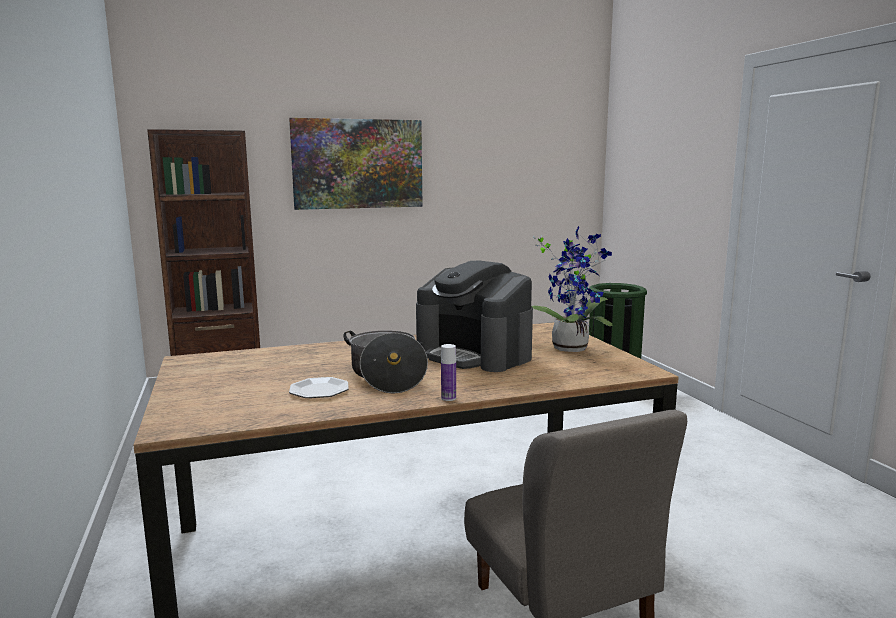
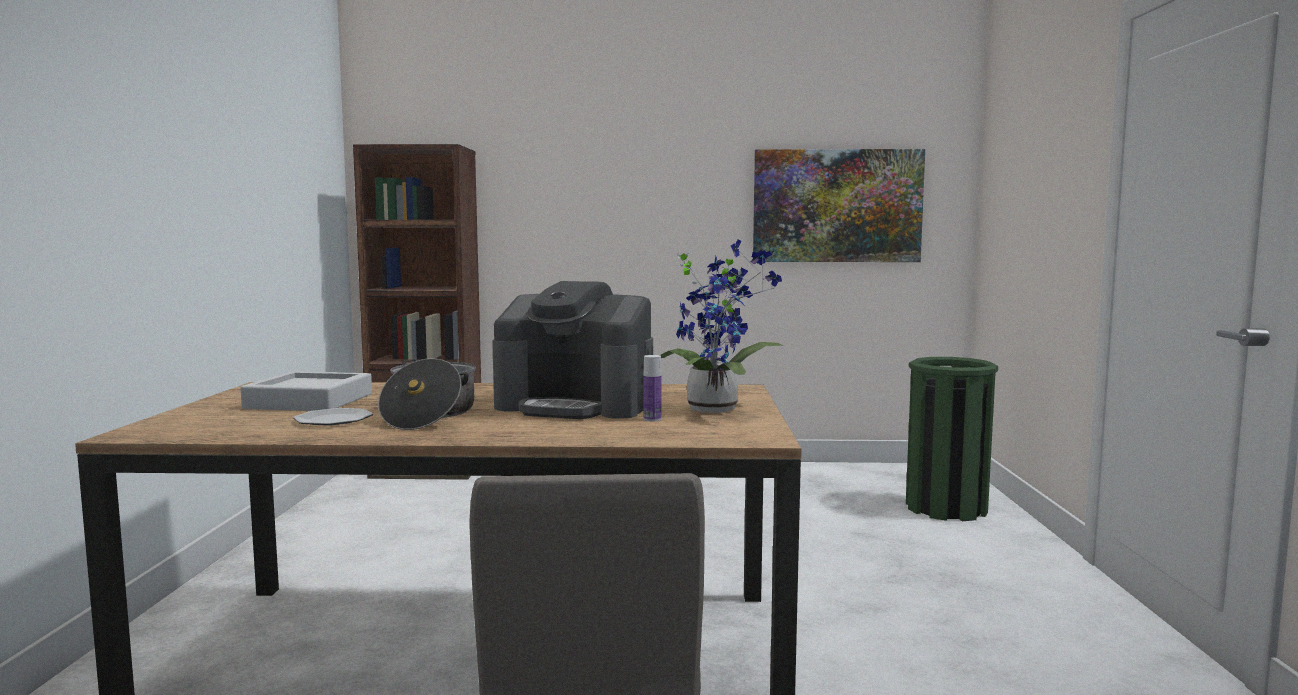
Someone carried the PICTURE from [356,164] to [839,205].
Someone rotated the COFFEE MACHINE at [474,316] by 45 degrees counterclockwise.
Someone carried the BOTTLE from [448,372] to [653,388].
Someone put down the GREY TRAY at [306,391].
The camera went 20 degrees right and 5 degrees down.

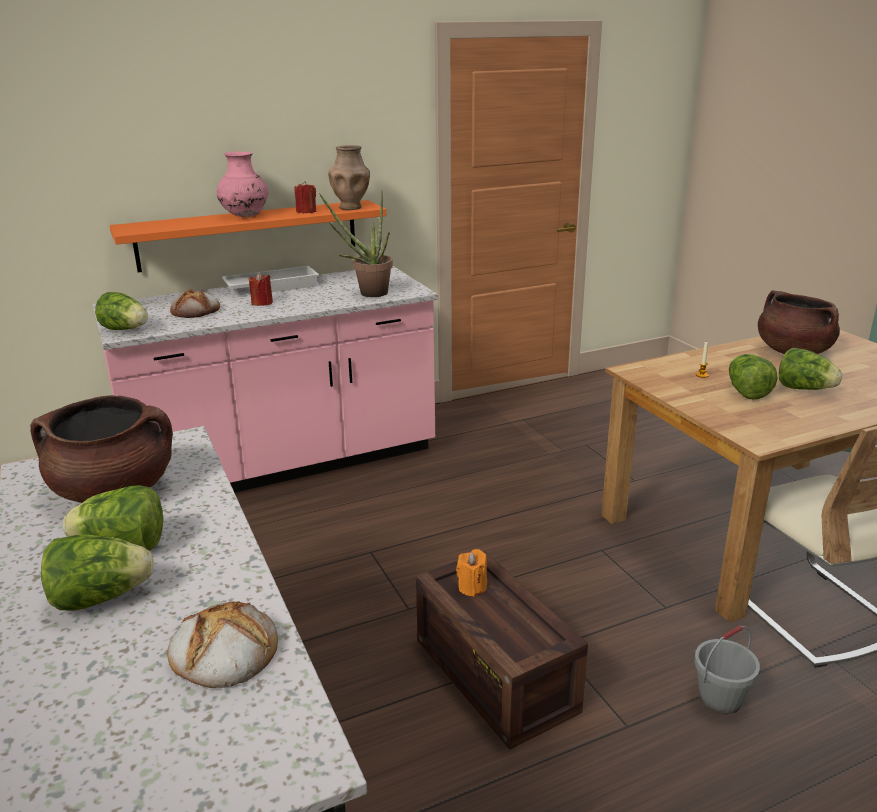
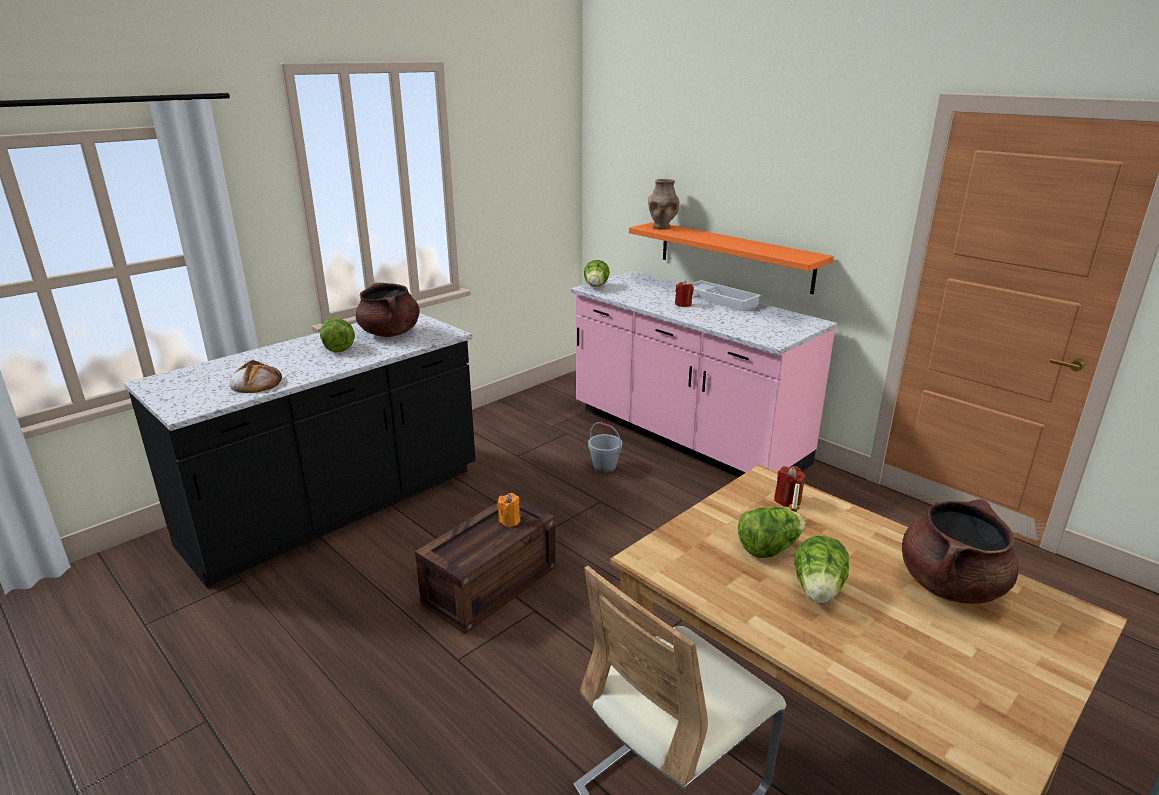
Someone took away the LETTUCE at [97,572].
Someone took away the BREAD at [195,303].
Someone took away the PINK VASE at [242,184].
Someone carried the RED CANDLE from [305,197] to [790,486].
Someone took away the POTTED PLANT at [356,244].
Someone carried the BROWN VASE from [349,177] to [663,204].
Someone carried the GREY BUCKET from [727,670] to [605,447].
The camera went 70 degrees right and 0 degrees up.

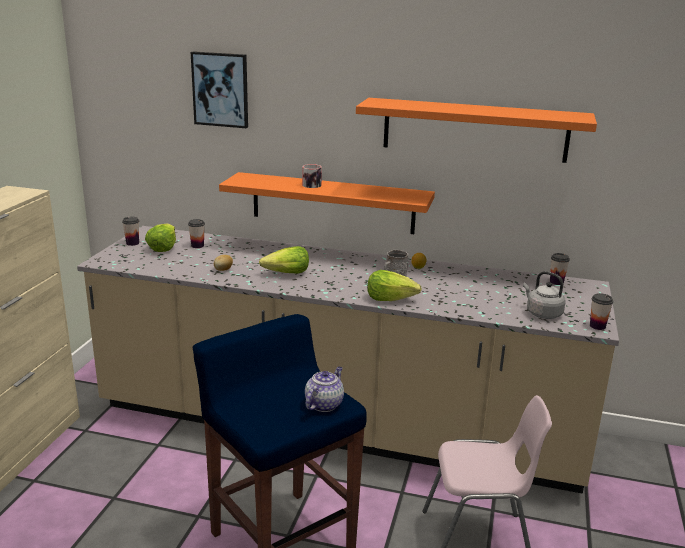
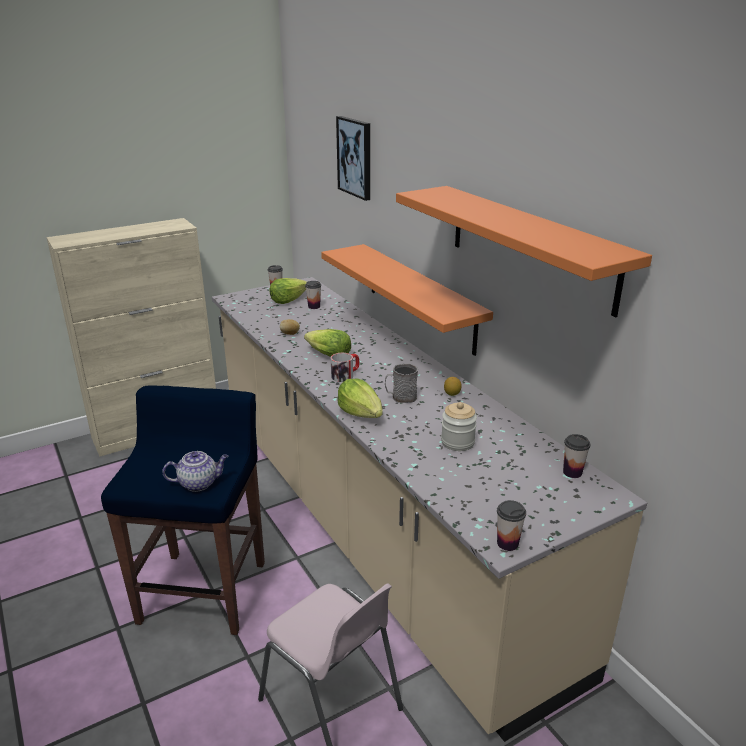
Someone carried the MUG from [312,176] to [345,367].
Someone took away the GREY KETTLE at [544,295].
Someone put down the JAR at [459,426].
The camera went 45 degrees right and 5 degrees up.

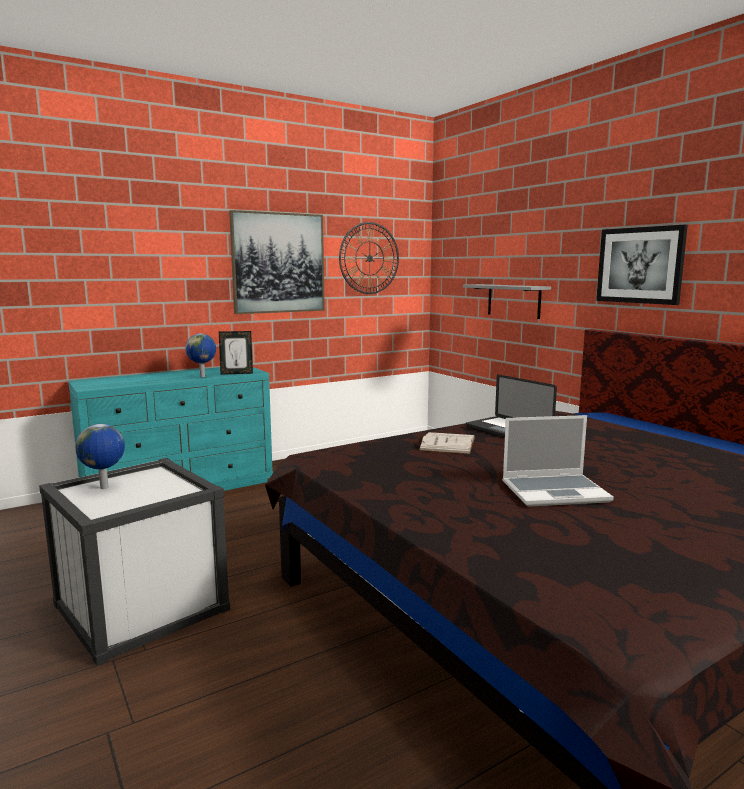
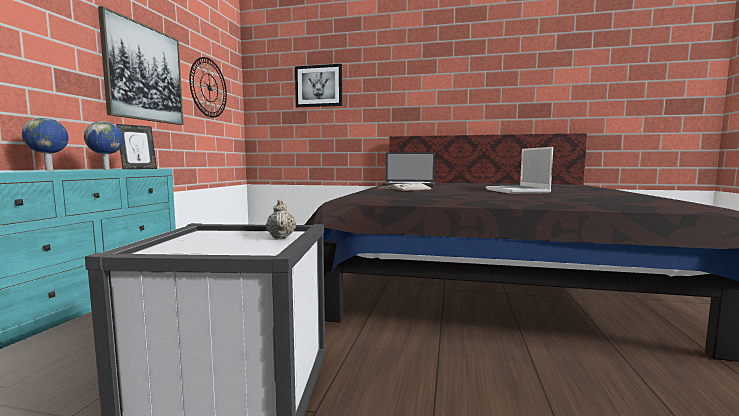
Someone carried the GLOBE from [100,456] to [45,143].
Someone took away the GREY SHELF at [507,301].
Someone rotated the LAPTOP at [558,461] by 135 degrees clockwise.
Someone carried the PICTURE from [642,265] to [318,85].
Someone put down the BEIGE TEAPOT at [281,219].
The camera went 45 degrees left and 5 degrees down.

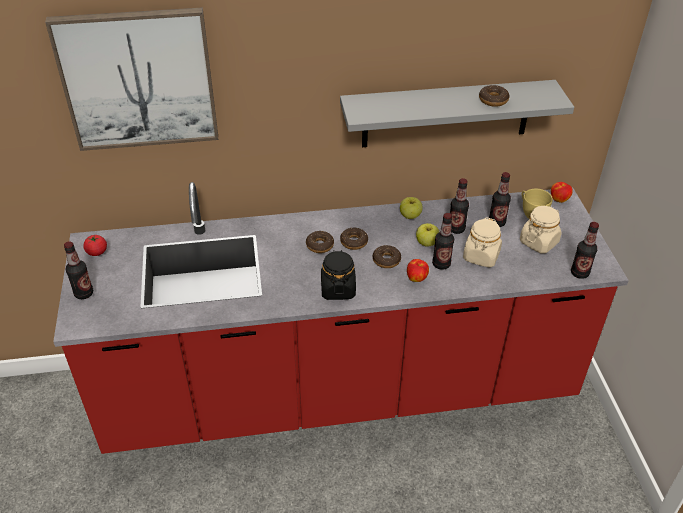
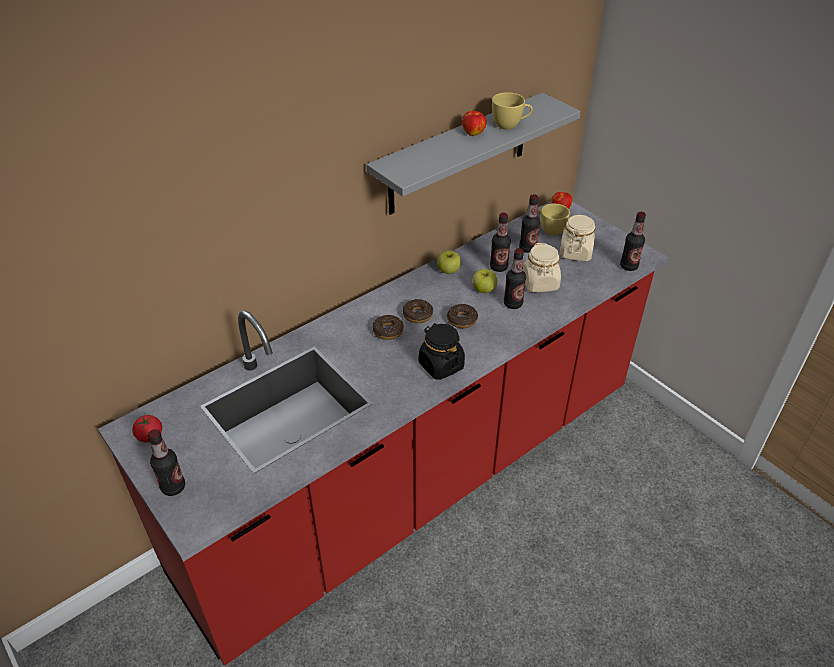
Someone took away the PICTURE at [131,79].
Someone carried the APPLE from [418,270] to [474,123].
Someone swapped the DONUT at [494,96] for the YELLOW CUP at [512,111].
The camera went 30 degrees left and 0 degrees up.

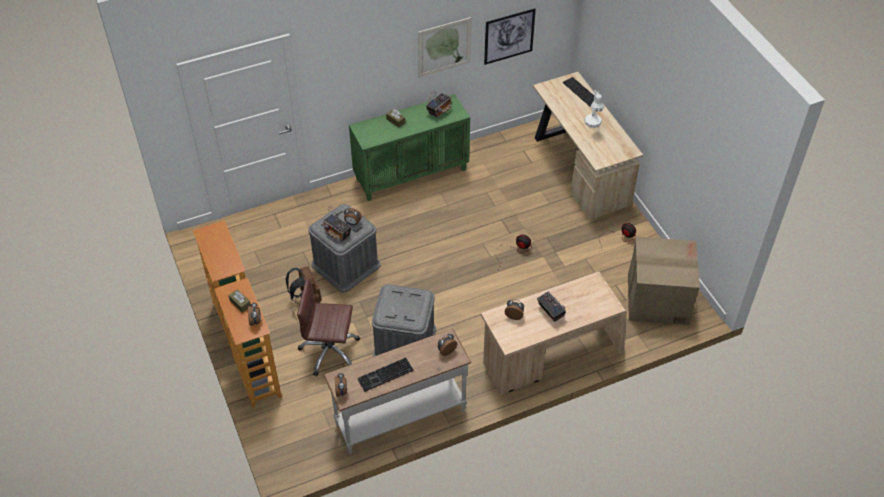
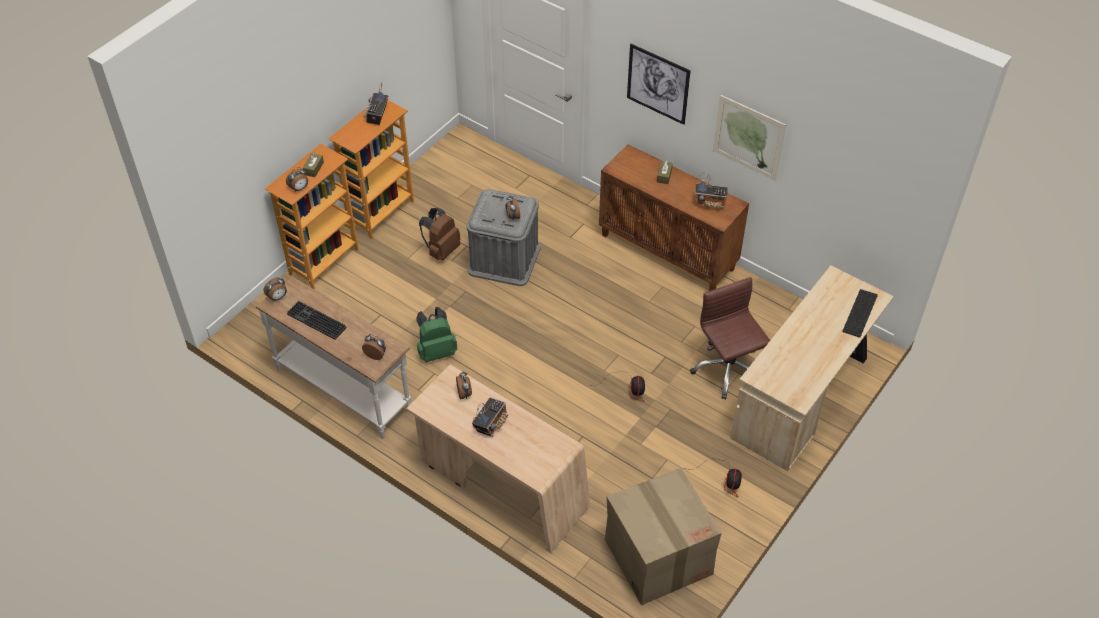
Someone carried the BROWN OFFICE CHAIR from [328,327] to [730,338].
Someone carried the RADIO from [337,223] to [376,103].
Someone repainted the GREEN CABINET at [409,147], which became the BROWN CABINET at [674,217].
Someone swapped the GREY STORAGE BOX at [404,321] for the GREEN BACKPACK at [436,334].
Someone carried the PICTURE from [510,36] to [659,84].
Someone took away the WHITE TABLE LAMP at [594,109].
The camera went 60 degrees right and 0 degrees up.

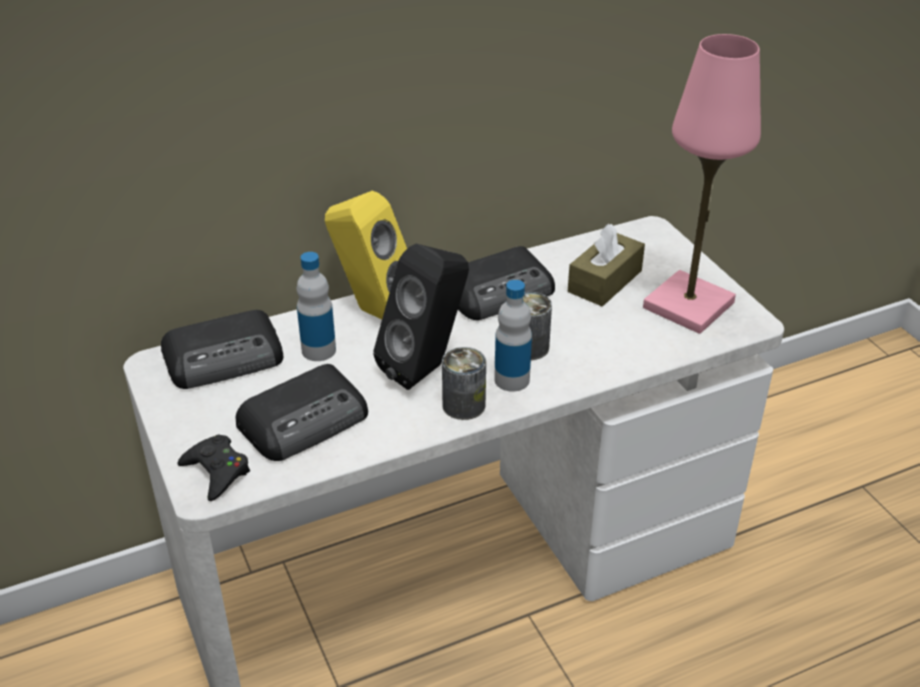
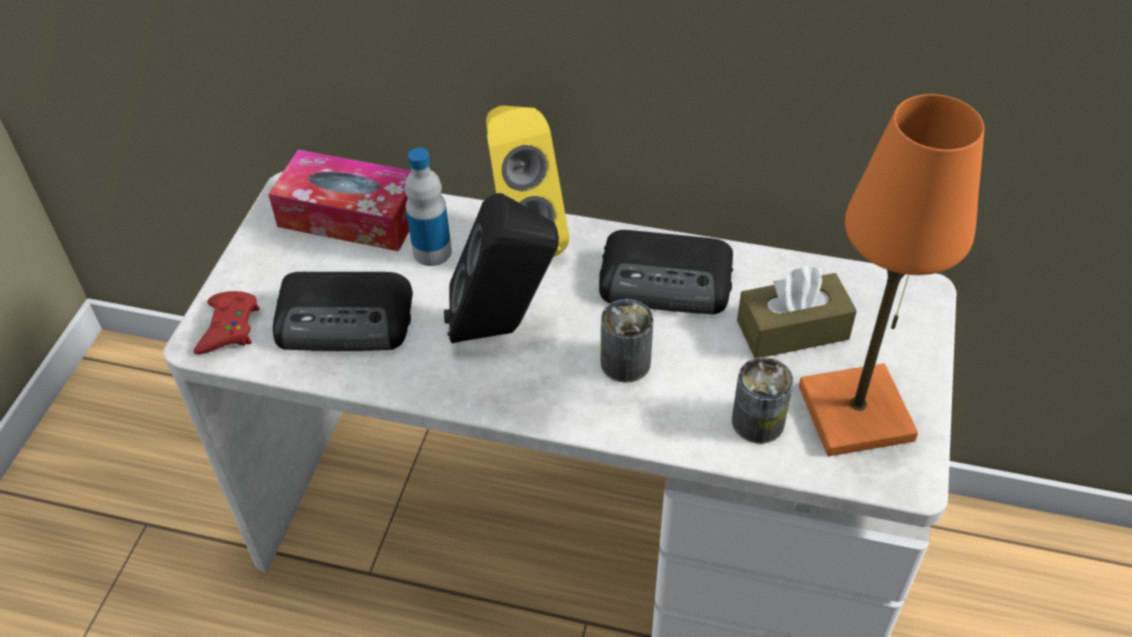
Someone swapped the RADIO at [222,349] for the TISSUE BOX at [340,200].
Someone repainted the BLACK GAME CONTROLLER at [213,468], which became the RED GAME CONTROLLER at [227,322].
Someone carried the CAN from [464,383] to [763,400].
Someone took away the BOTTLE at [513,336].
Someone repainted the PINK TABLE LAMP at [702,184], which became the ORANGE TABLE LAMP at [891,275].
The camera went 40 degrees right and 10 degrees up.

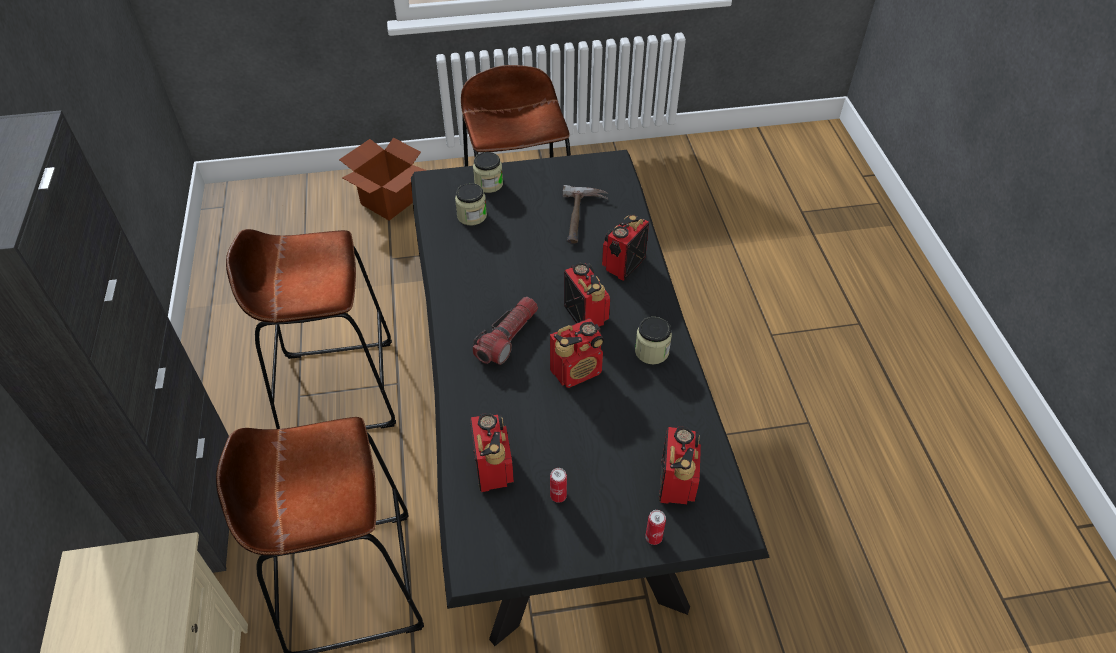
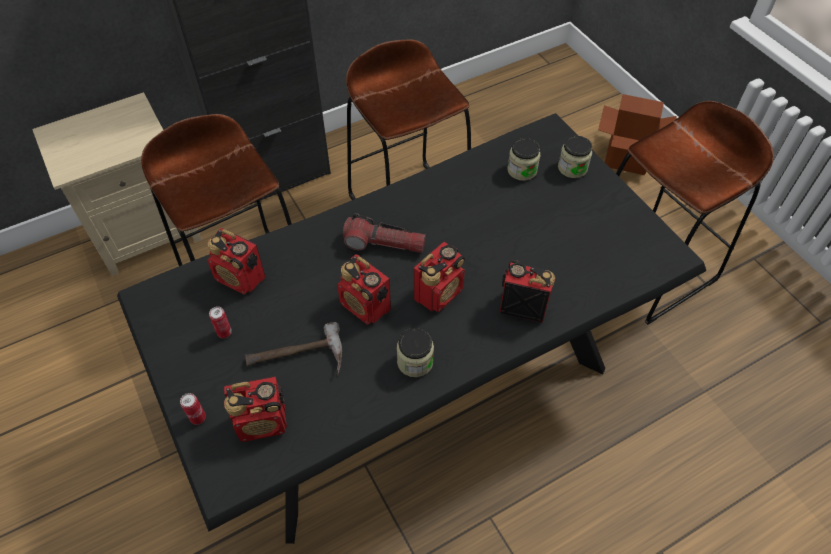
Someone rotated the RADIO at [492,452] by 60 degrees clockwise.
Someone carried the HAMMER from [585,214] to [293,349].
The camera went 70 degrees right and 5 degrees up.

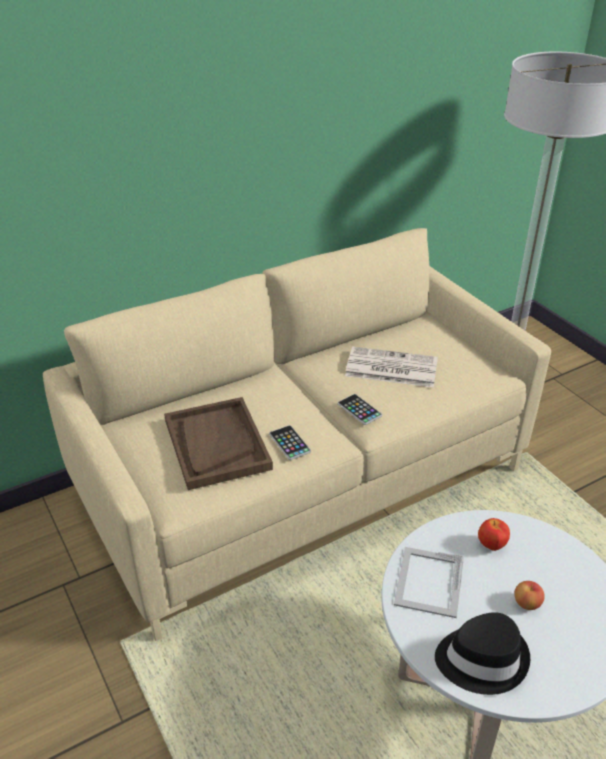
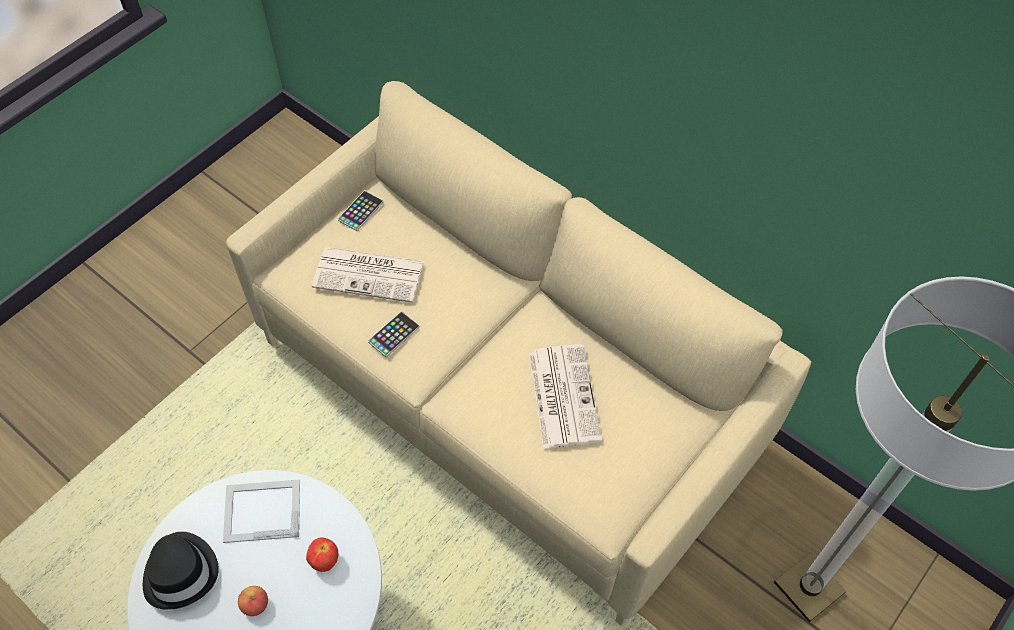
Someone swapped the BROWN TRAY at [218,443] for the NEWSPAPER at [368,275].
Someone carried the PHONE from [360,409] to [360,211].
The camera went 70 degrees right and 20 degrees up.

